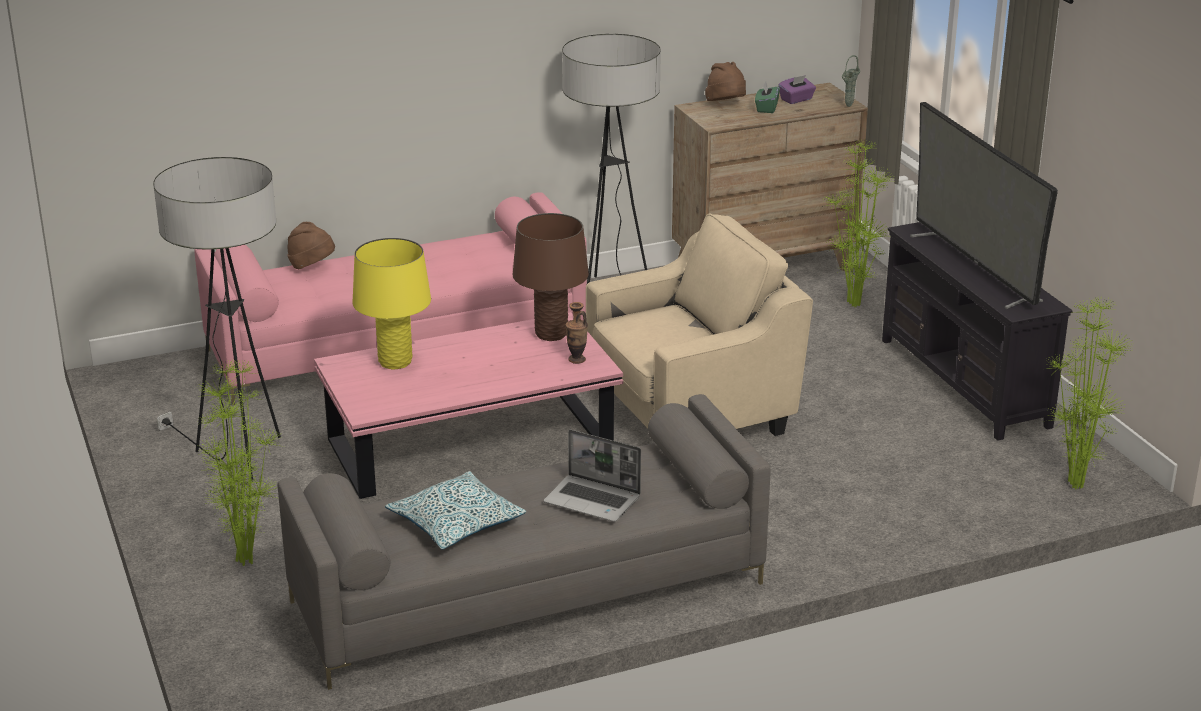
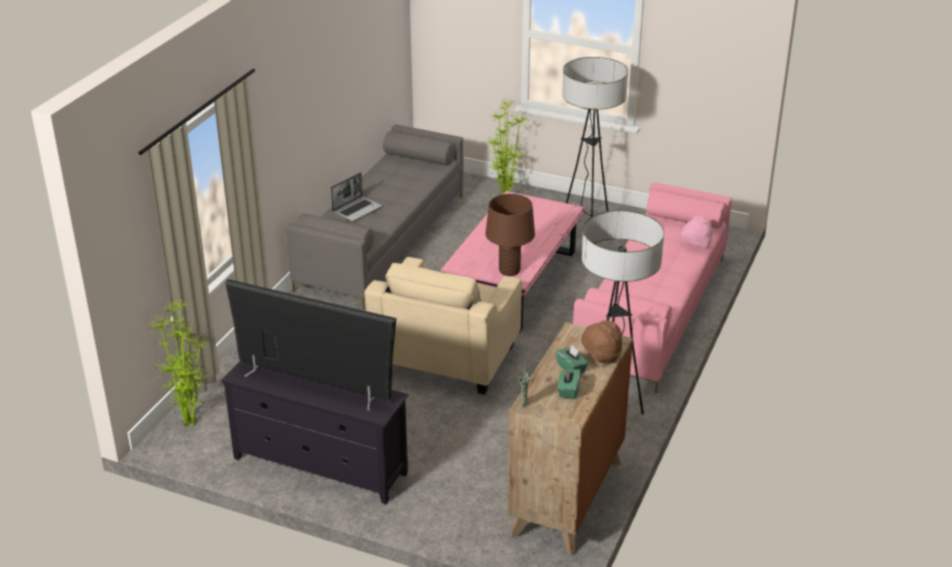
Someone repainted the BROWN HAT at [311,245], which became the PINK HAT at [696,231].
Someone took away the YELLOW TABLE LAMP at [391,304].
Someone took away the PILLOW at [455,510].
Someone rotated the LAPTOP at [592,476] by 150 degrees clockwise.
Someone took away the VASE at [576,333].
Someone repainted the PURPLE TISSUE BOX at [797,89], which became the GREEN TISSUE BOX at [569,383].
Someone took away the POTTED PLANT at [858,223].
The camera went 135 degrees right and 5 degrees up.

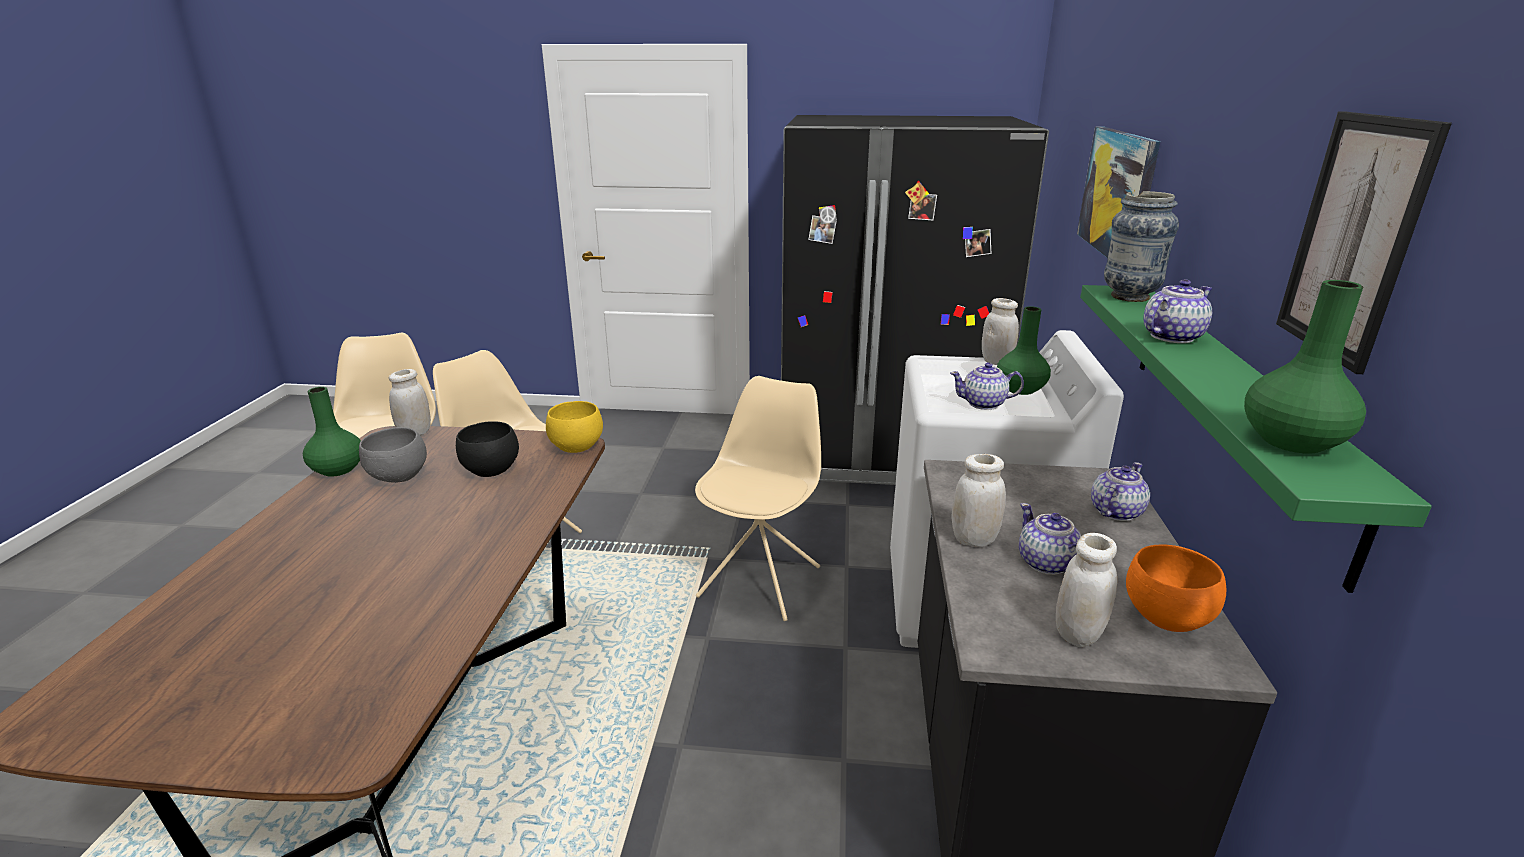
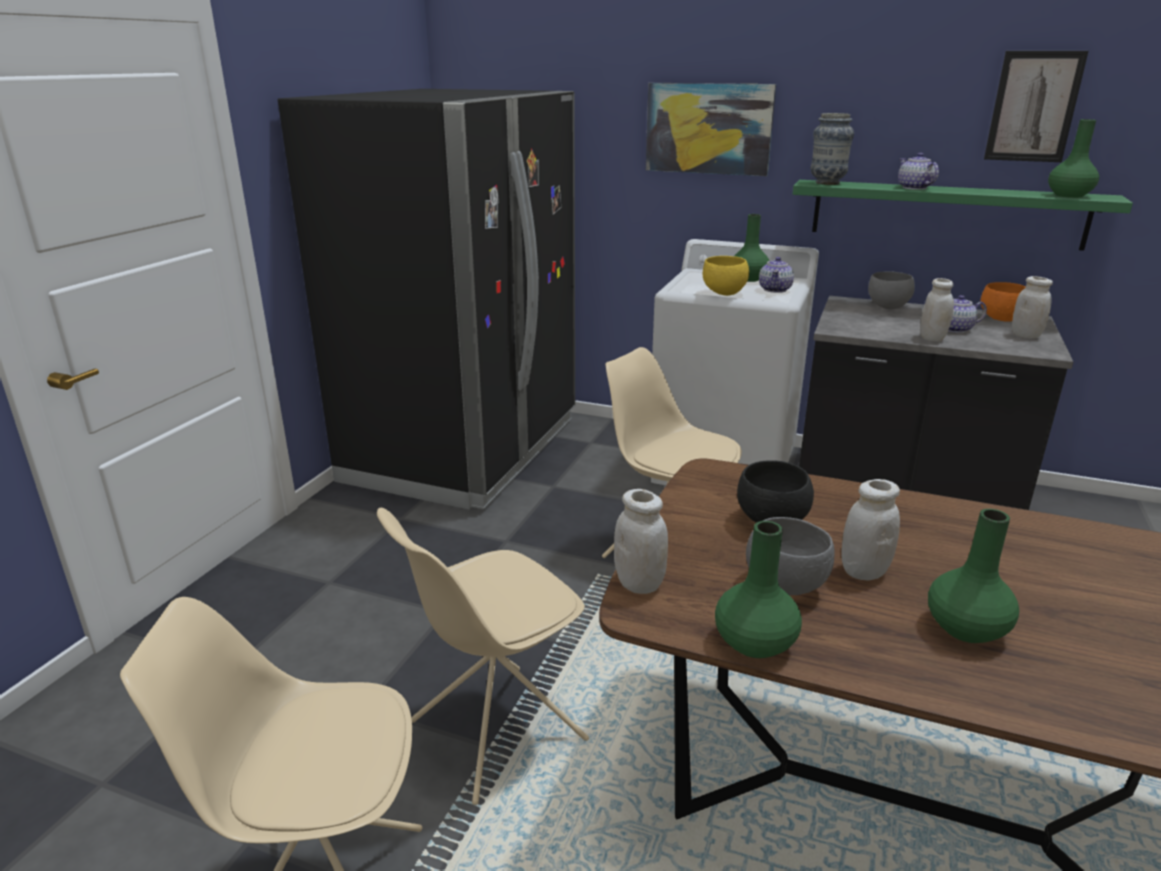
Someone carried the YELLOW BOWL from [574,427] to [726,276].
Someone carried the WHITE JAR from [1000,331] to [870,530].
Someone swapped the TEAPOT at [1120,491] for the GREY BOWL at [891,290].
Someone put down the GREEN VASE at [973,576].
The camera went 75 degrees left and 0 degrees up.

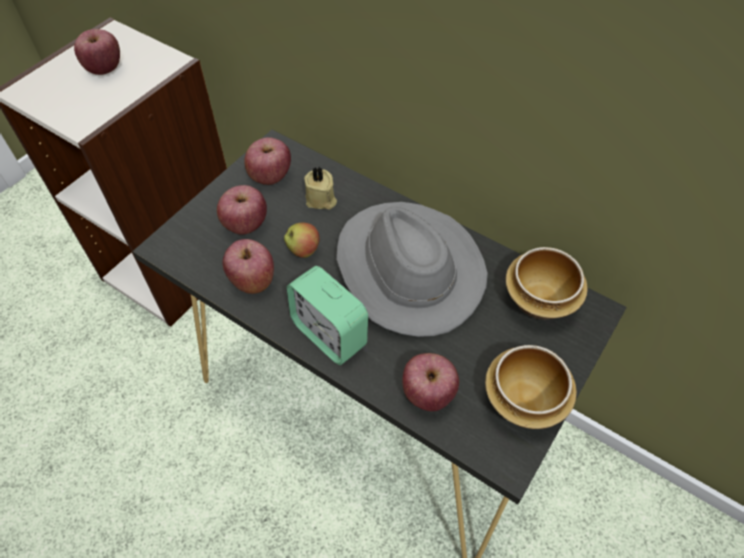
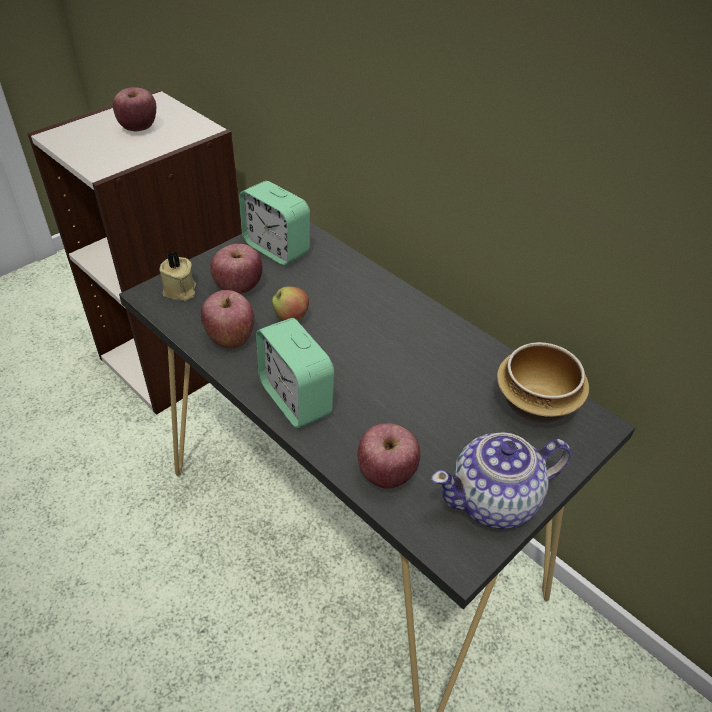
Someone swapped the APPLE at [267,161] for the ALARM CLOCK at [274,223].
Someone carried the BEIGE CANDLE from [320,188] to [177,276].
Someone took away the GREY HAT at [412,269].
Someone swapped the BOWL at [531,387] for the TEAPOT at [501,480].
The camera went 10 degrees right and 10 degrees down.

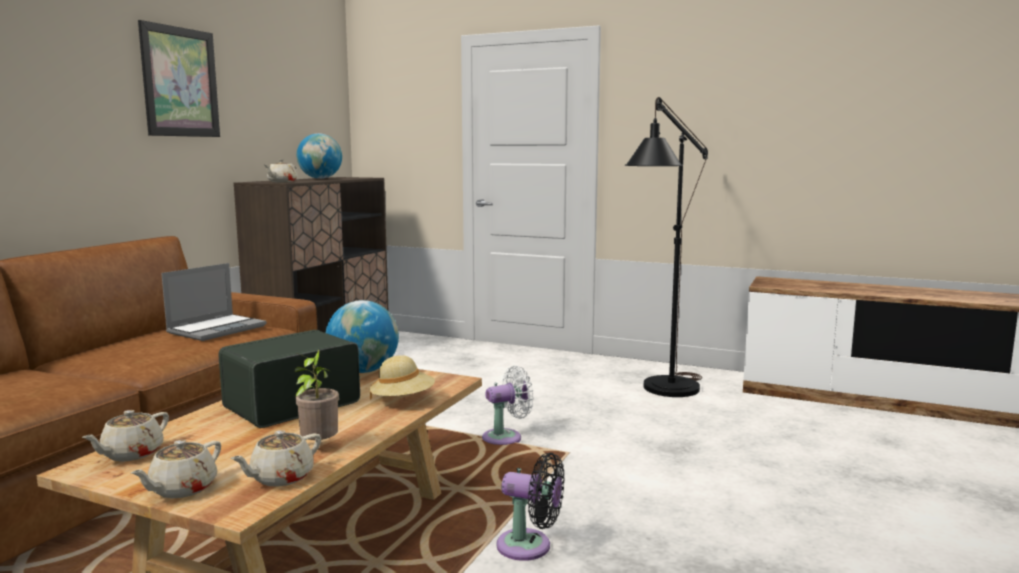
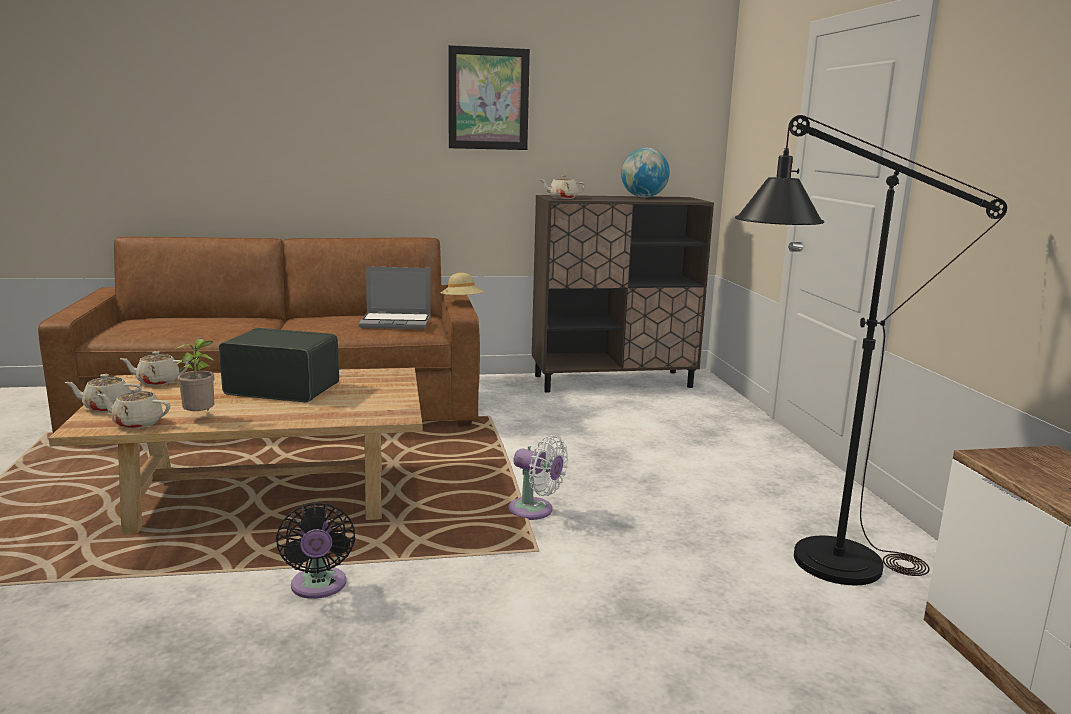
Someone took away the GLOBE at [362,336].
Someone carried the BEIGE HAT from [402,377] to [462,286].
The camera went 55 degrees right and 5 degrees up.

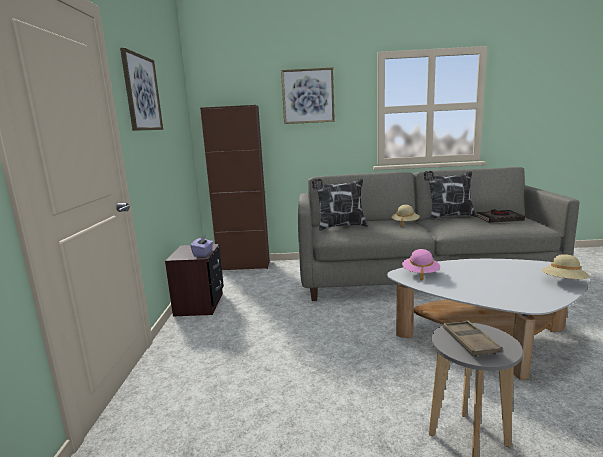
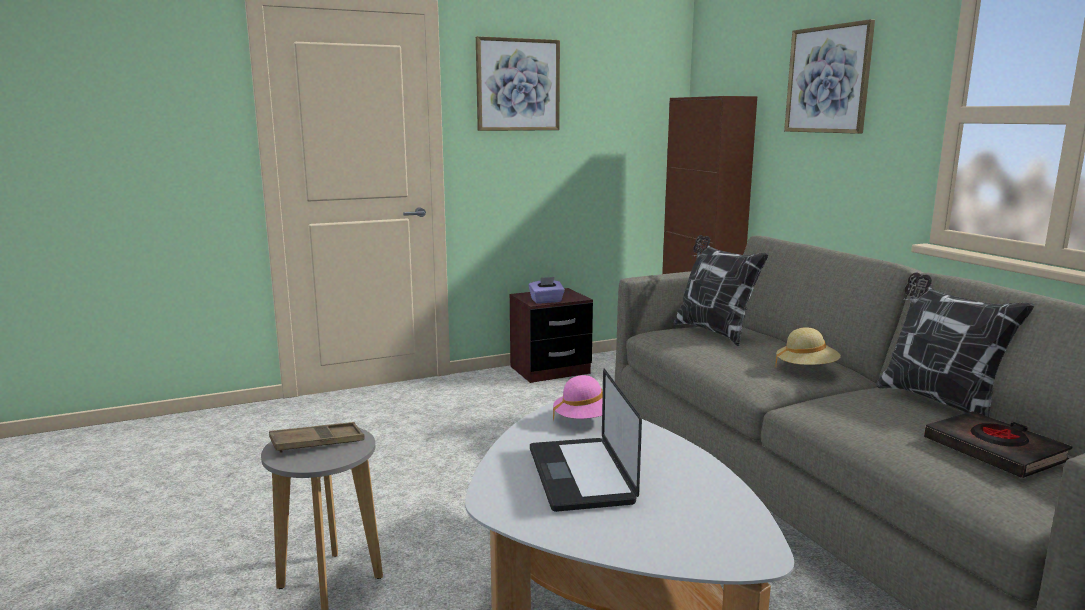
Someone took away the BEIGE HAT at [566,266].
Someone put down the LAPTOP at [586,440].
The camera went 65 degrees right and 0 degrees up.

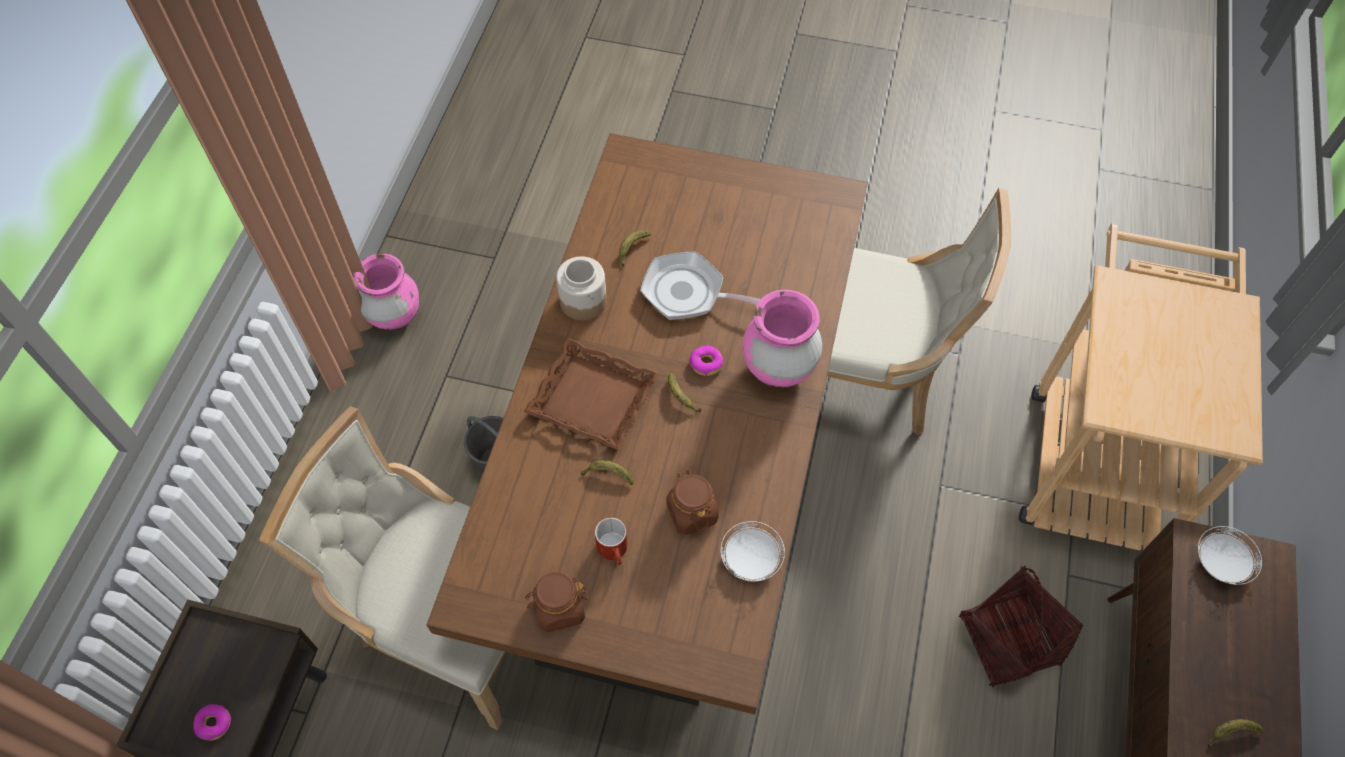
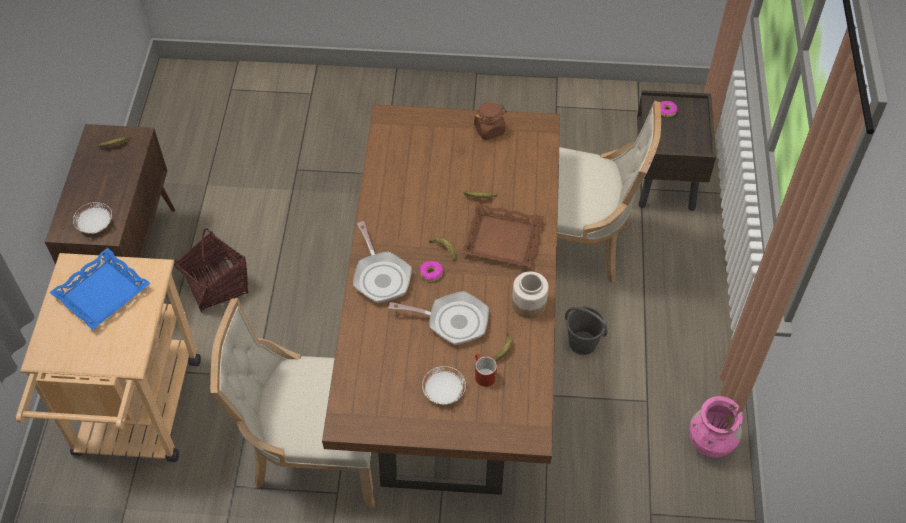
Someone carried the RED MUG from [611,541] to [486,370].
Someone took away the BROWN JAR at [692,502].
Someone carried the WHITE PLATE from [753,551] to [444,385].
Someone swapped the PINK VASE at [782,339] for the FRYING PAN at [382,262].
Someone put down the BLUE TRAY at [100,289].
The camera went 170 degrees right and 5 degrees down.

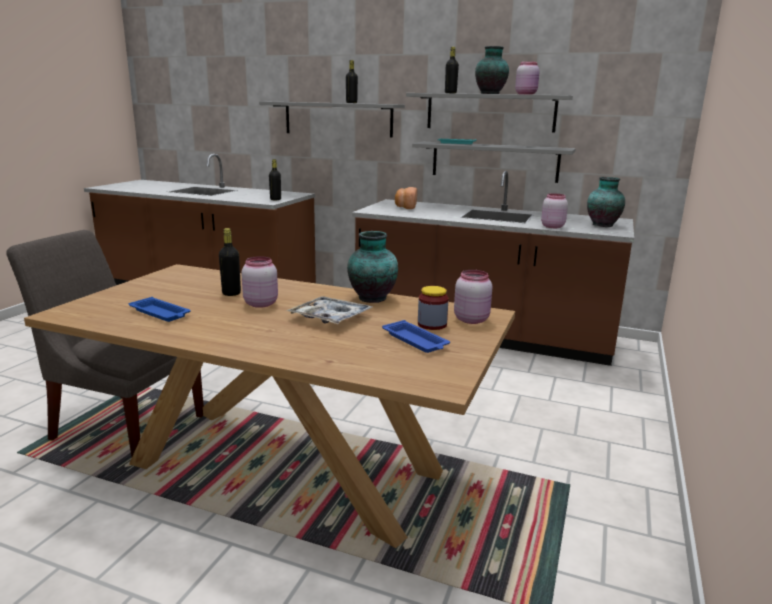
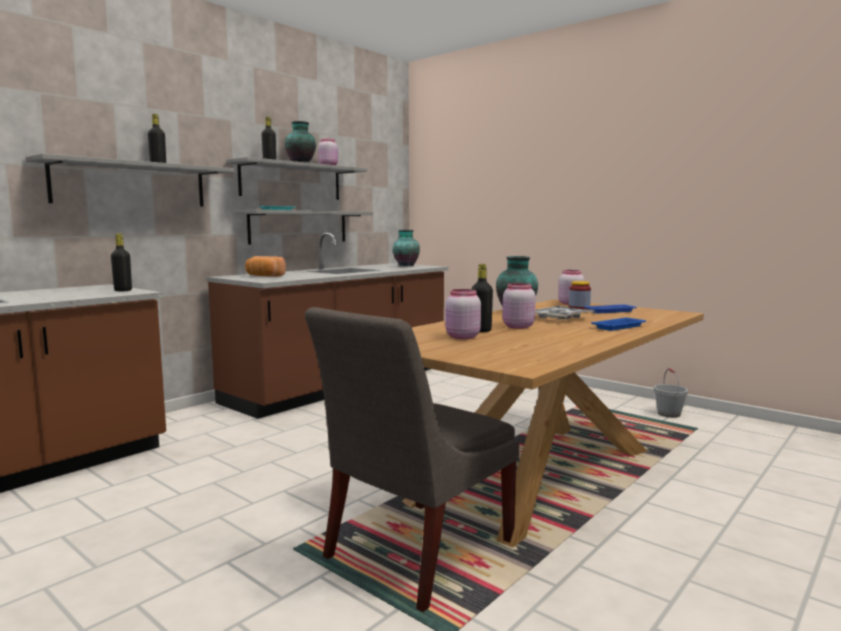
Someone carried the BLUE TRAY from [160,309] to [618,324].
Someone carried the PINK JAR from [554,210] to [463,314].
Someone put down the GREY BUCKET at [671,393].
The camera went 70 degrees left and 10 degrees down.

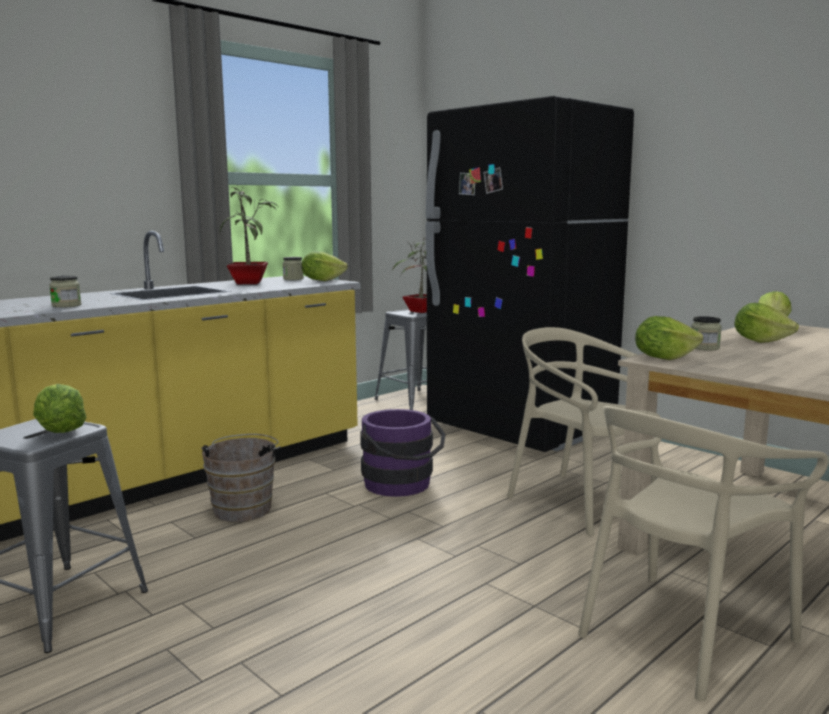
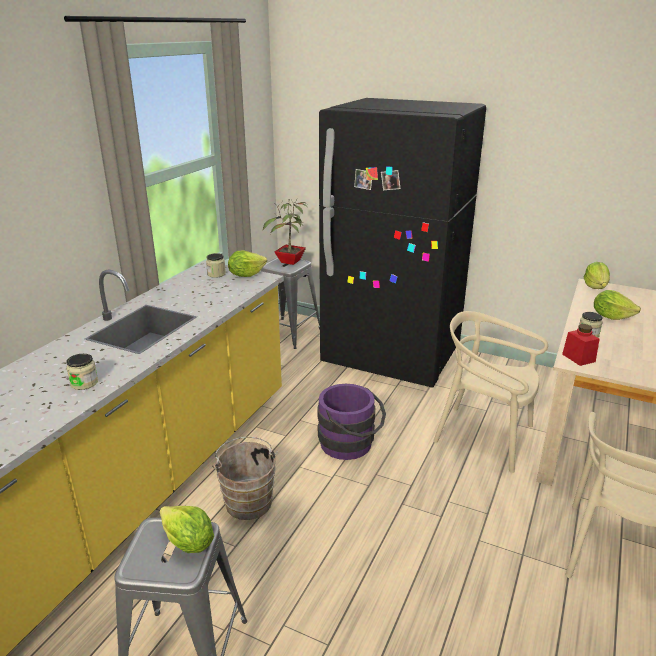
Someone took away the POTTED PLANT at [248,235].
Someone swapped the LETTUCE at [669,338] for the RED JAR at [581,345].
The camera went 20 degrees left and 15 degrees up.

